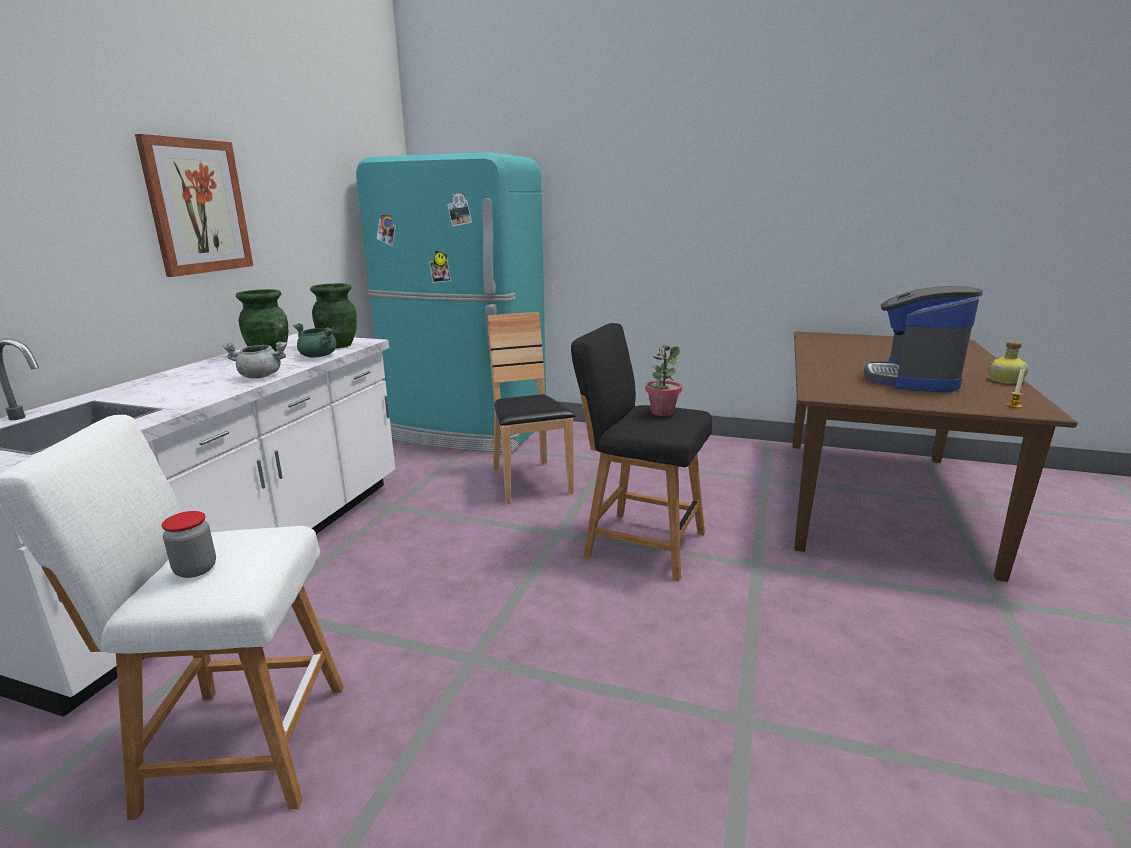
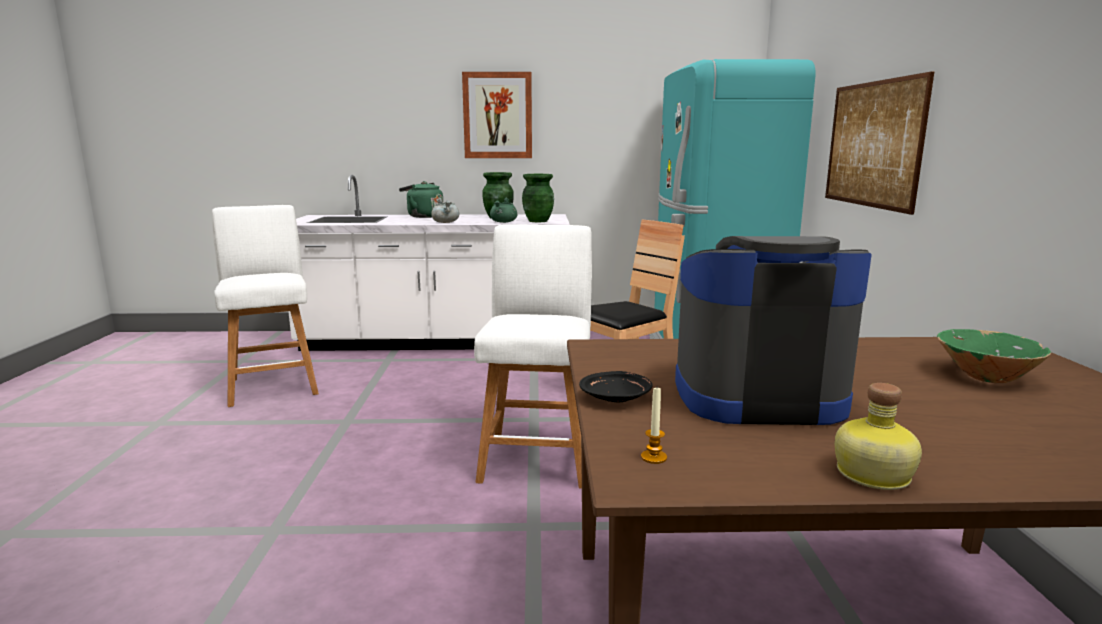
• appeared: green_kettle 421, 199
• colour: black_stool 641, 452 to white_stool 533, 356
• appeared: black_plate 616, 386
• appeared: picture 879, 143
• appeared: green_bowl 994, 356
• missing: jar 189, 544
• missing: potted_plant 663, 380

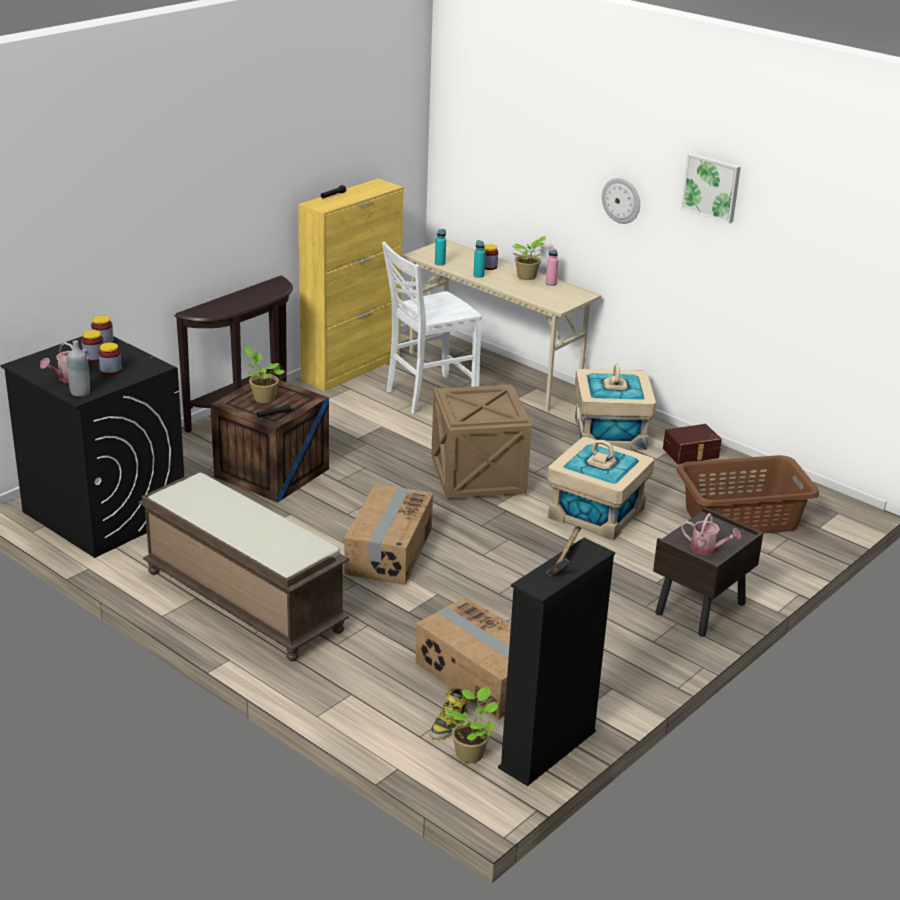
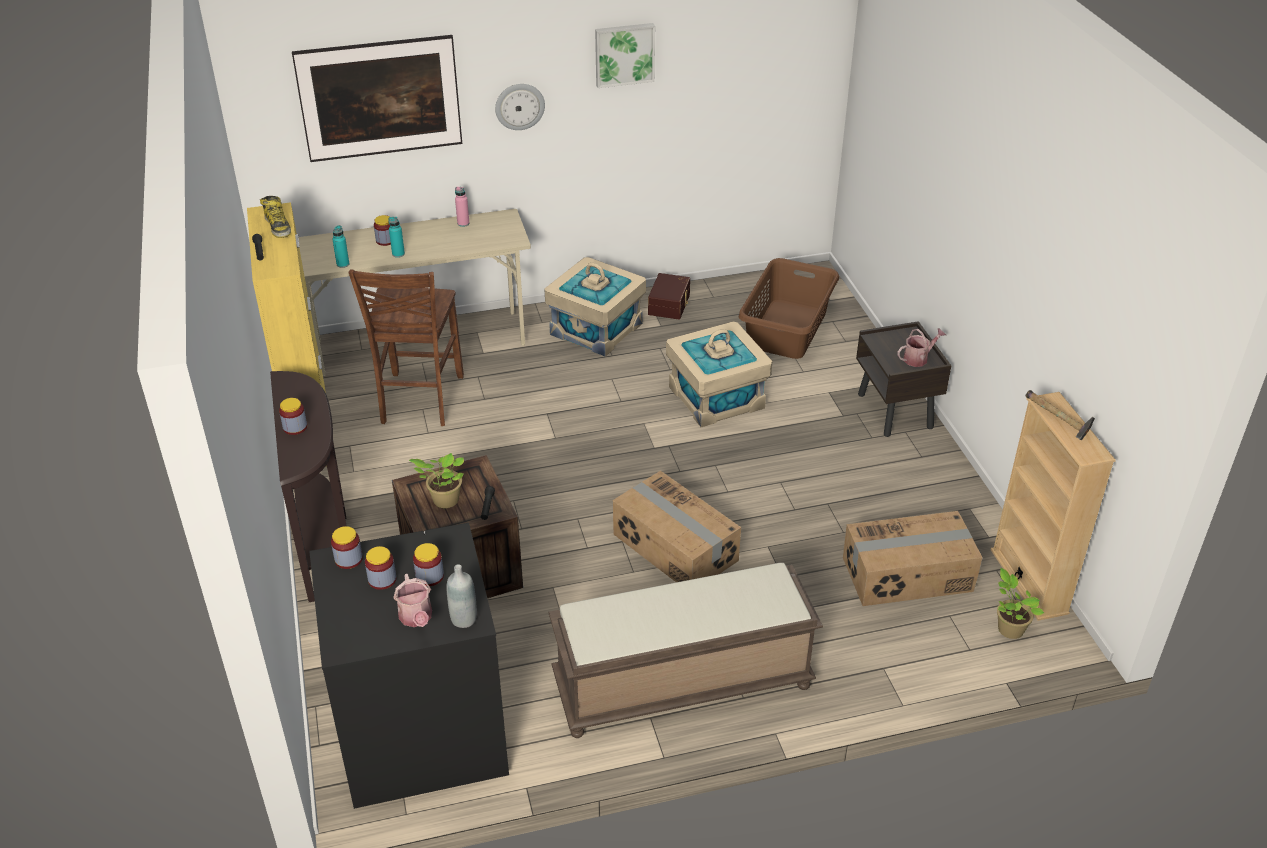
• relocated: boot 448, 714 to 275, 217
• appeared: jar 293, 416
• appeared: picture 377, 98
• colour: white_chair 432, 328 to brown_chair 406, 347
• colour: black_bookcase 556, 662 to beige_bookcase 1053, 506
• missing: crate 481, 442
• missing: potted_plant 528, 258

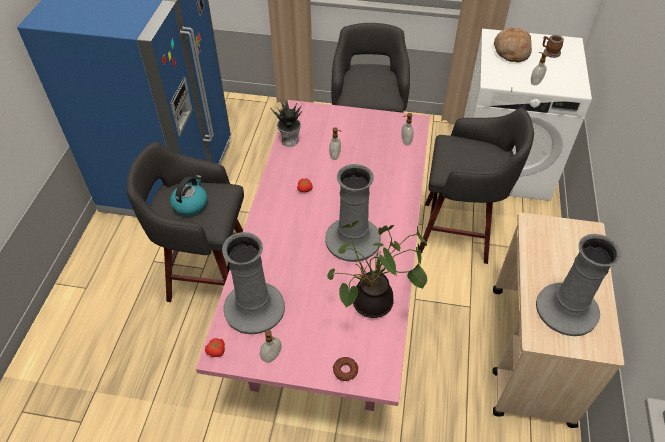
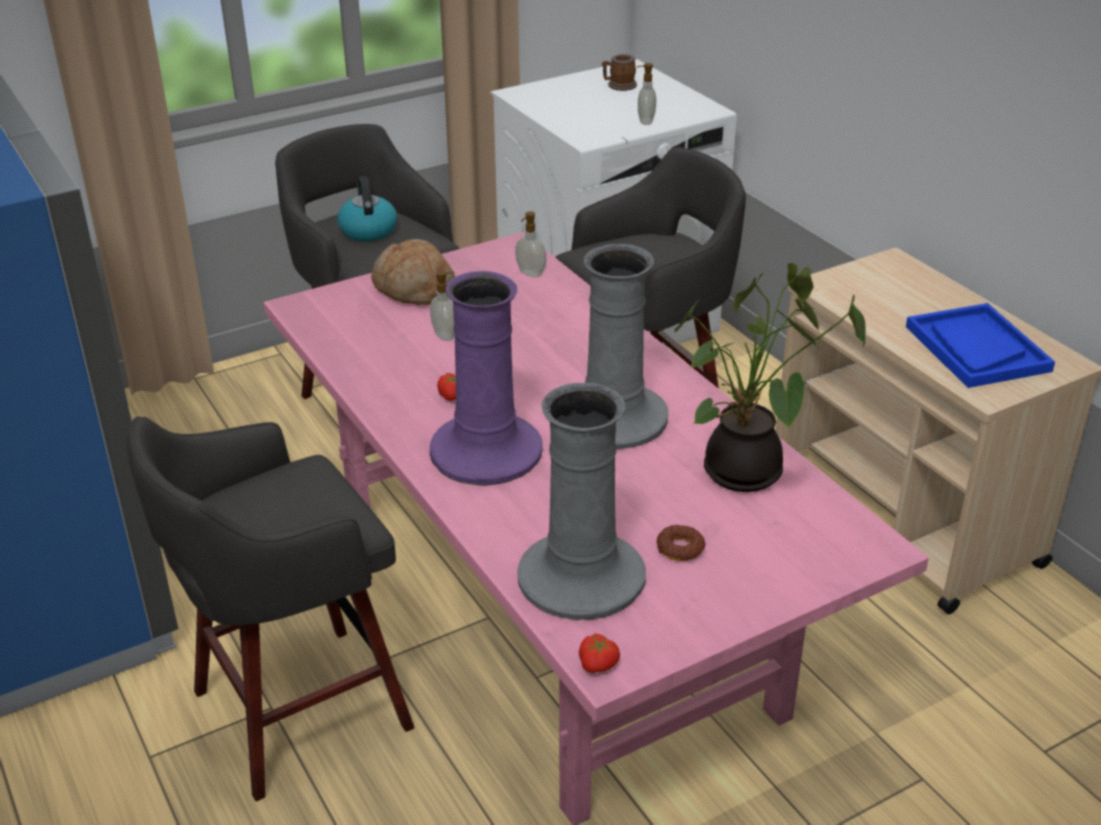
• relocated: kettle 188, 195 to 367, 208
• relocated: bread 513, 44 to 413, 272
• appeared: purple_vase 486, 378
• relocated: donut 345, 369 to 681, 543
• exchanged: grey_vase 579, 285 to blue_tray 980, 345
• missing: soap_dispenser 271, 346
• missing: potted_plant 286, 123

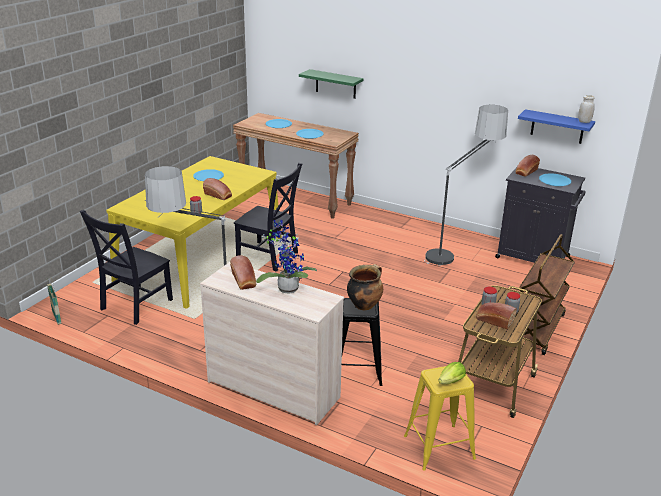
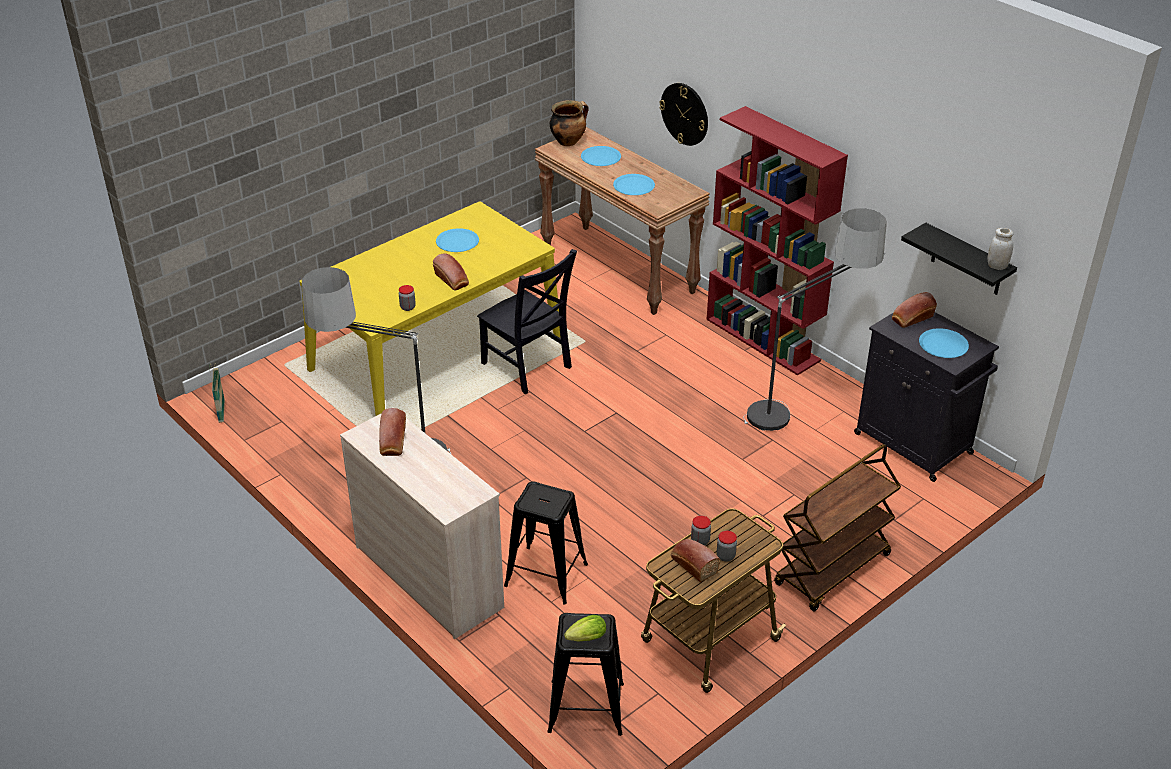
• colour: yellow_stool 440, 418 to black_stool 585, 674
• relocated: cooking_pot 365, 287 to 569, 123
• exchanged: green_shelf 331, 84 to wall_clock 683, 114
• appeared: red_bookcase 777, 241
• colour: blue_shelf 556, 126 to black_shelf 959, 259
• missing: black_chair 126, 267
• missing: potted_plant 286, 256

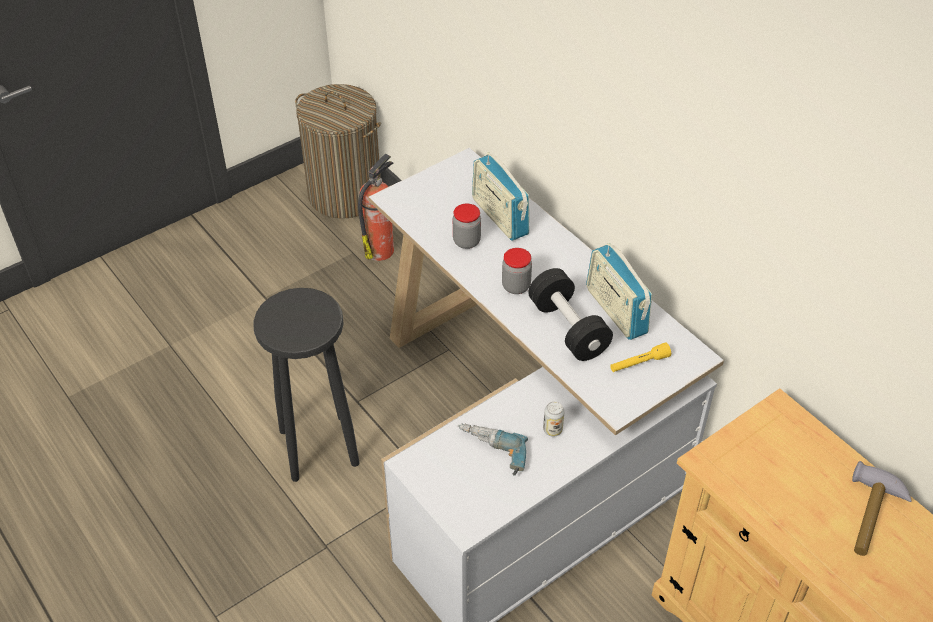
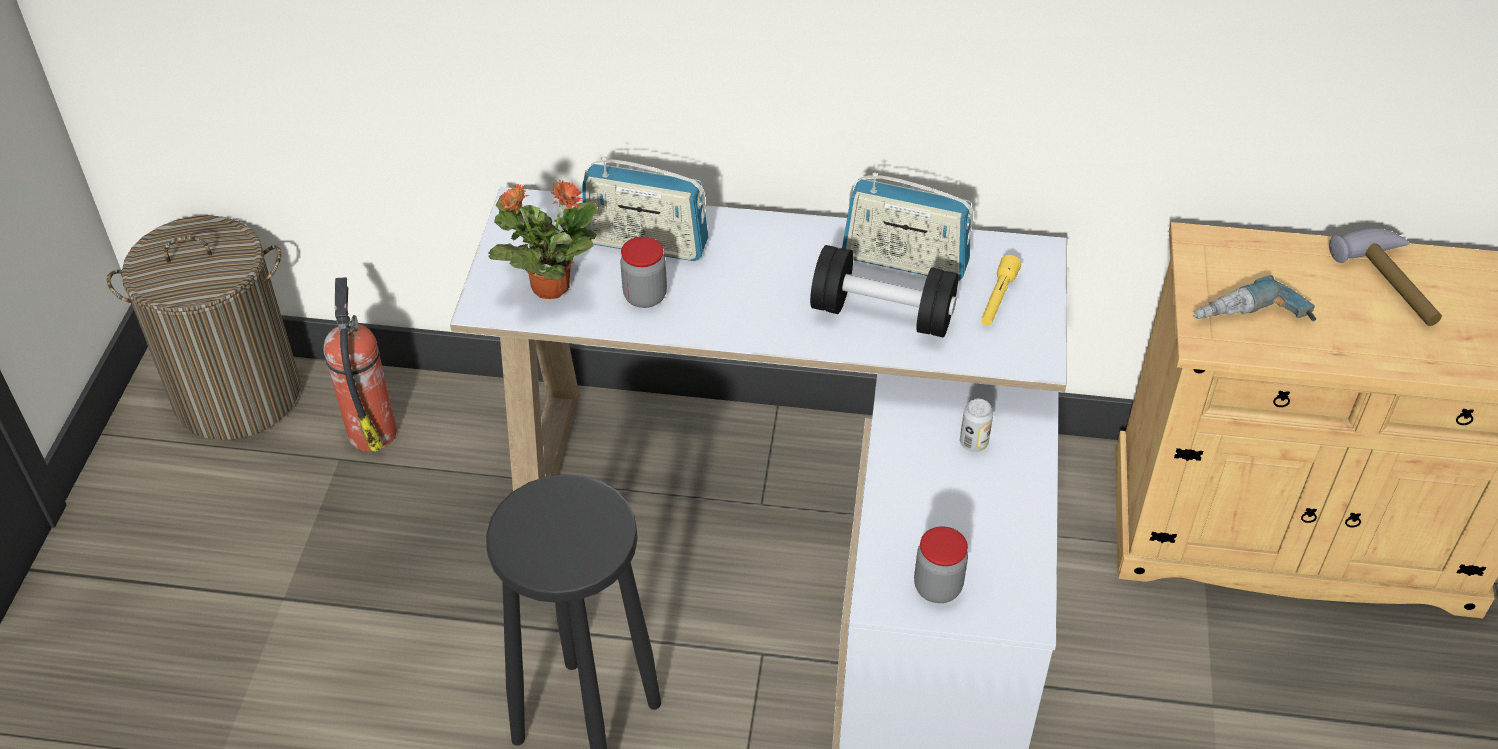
• appeared: potted_plant 543, 239
• relocated: jar 517, 271 to 941, 565
• relocated: power_drill 493, 449 to 1254, 298

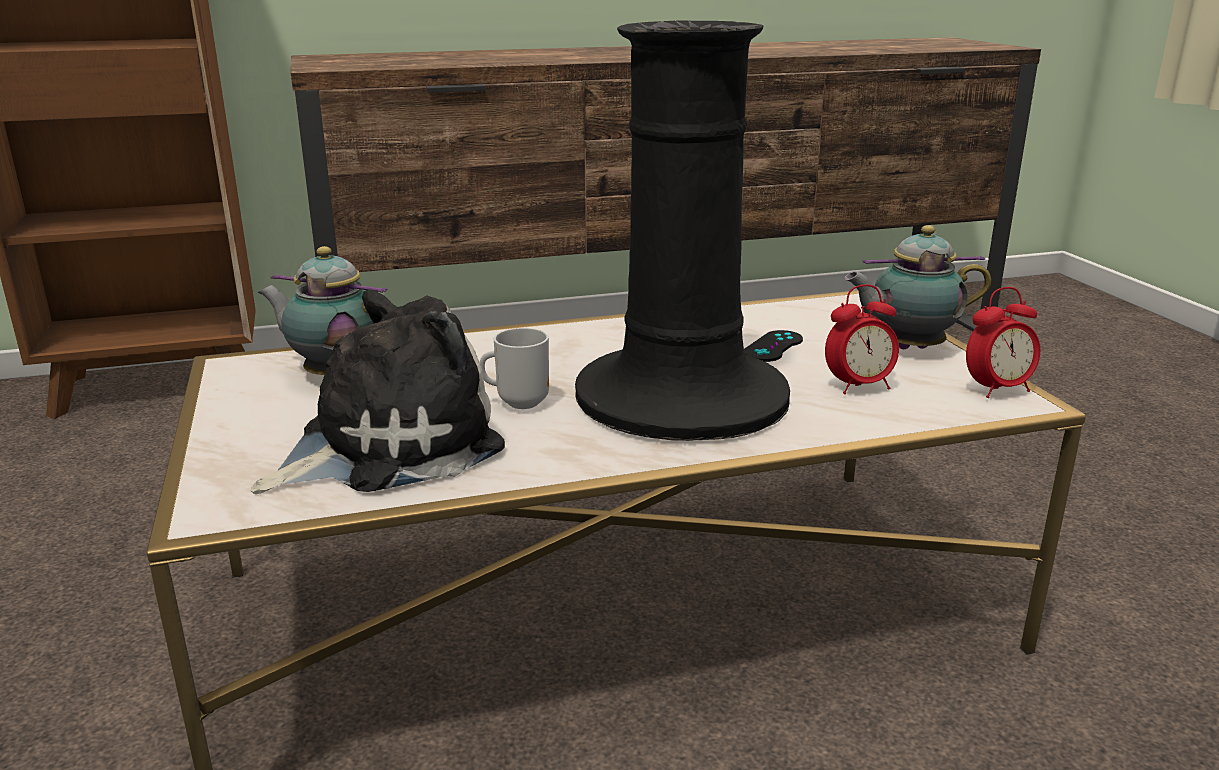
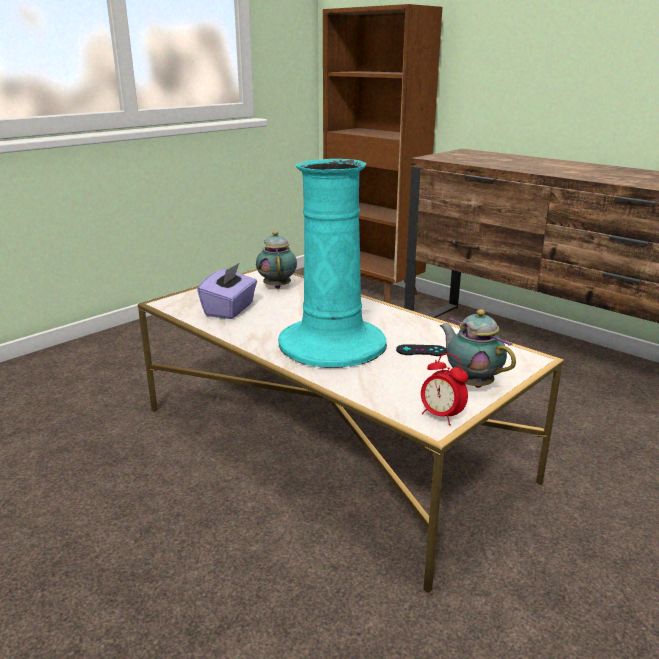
• exchanged: plush_toy 377, 391 to purple_tissue_box 227, 290
• colour: black_vase 682, 231 to turquoise_vase 332, 263
• missing: mug 514, 368
• missing: alarm_clock 862, 339

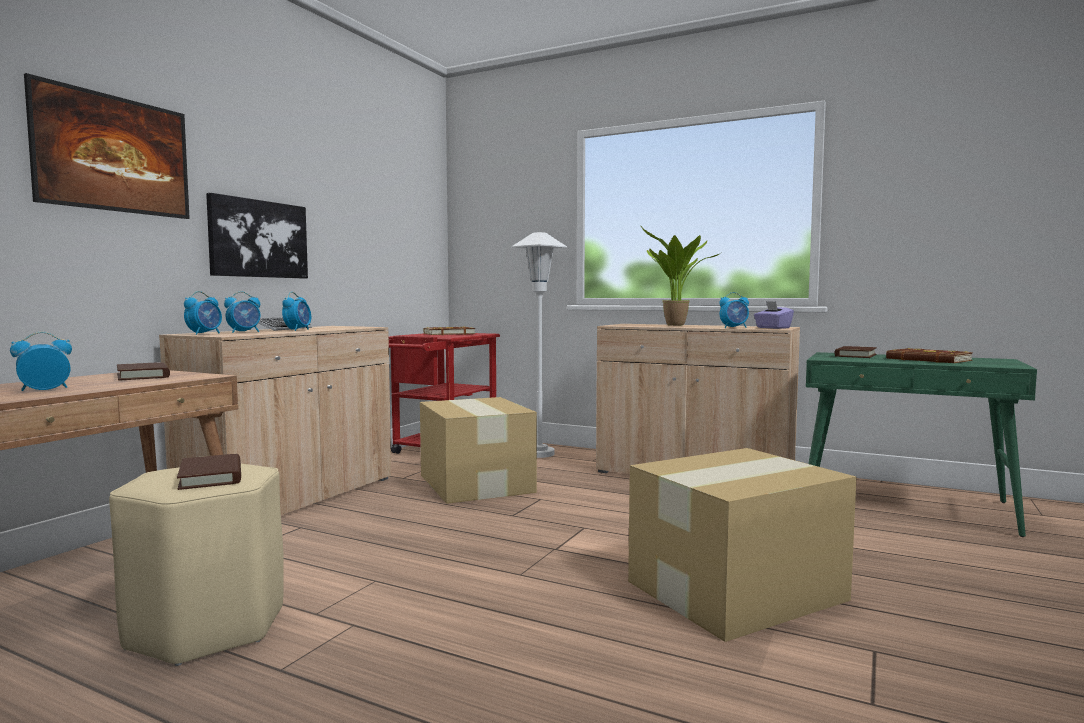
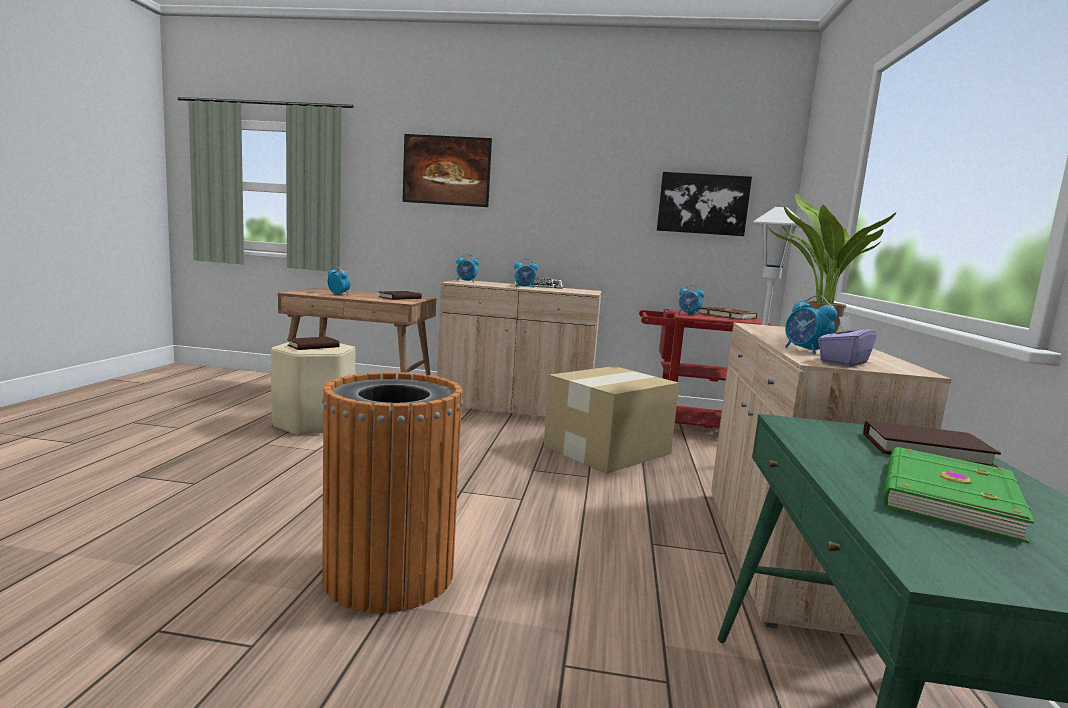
• exchanged: cardboard_box 742, 545 to orange_trash_can 392, 492
• relocated: picture 257, 236 to 704, 204
• relocated: alarm_clock 242, 312 to 691, 300
• colour: brown_book 929, 355 to green_book 959, 495

